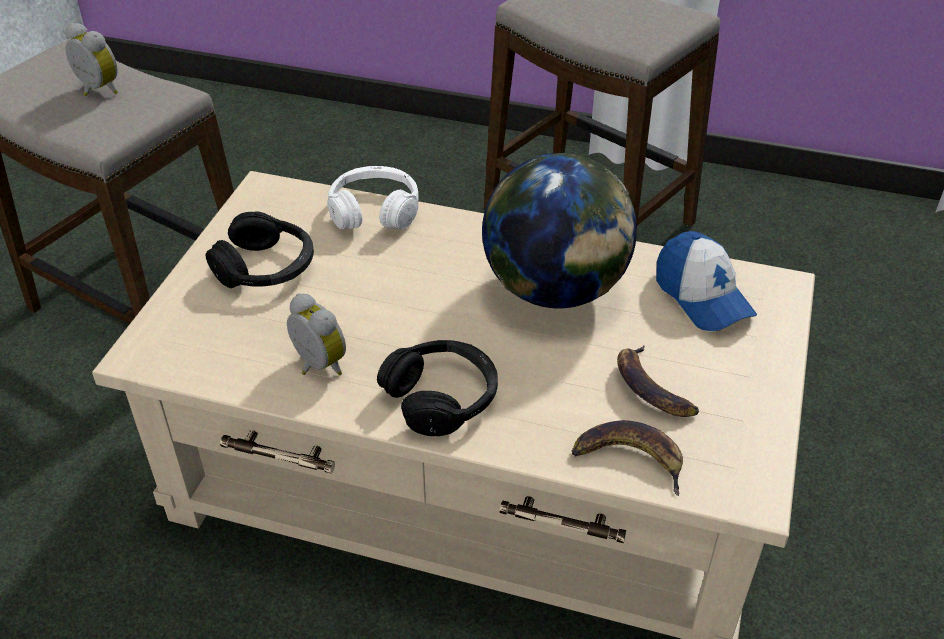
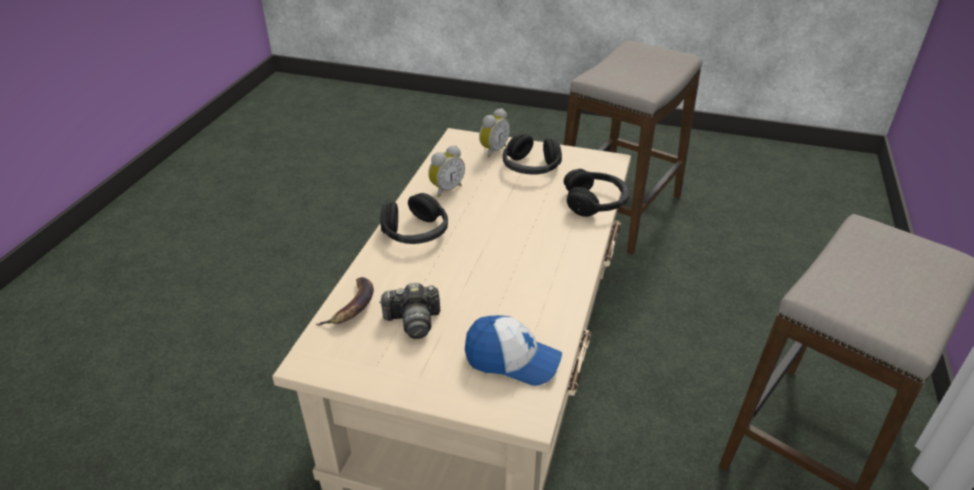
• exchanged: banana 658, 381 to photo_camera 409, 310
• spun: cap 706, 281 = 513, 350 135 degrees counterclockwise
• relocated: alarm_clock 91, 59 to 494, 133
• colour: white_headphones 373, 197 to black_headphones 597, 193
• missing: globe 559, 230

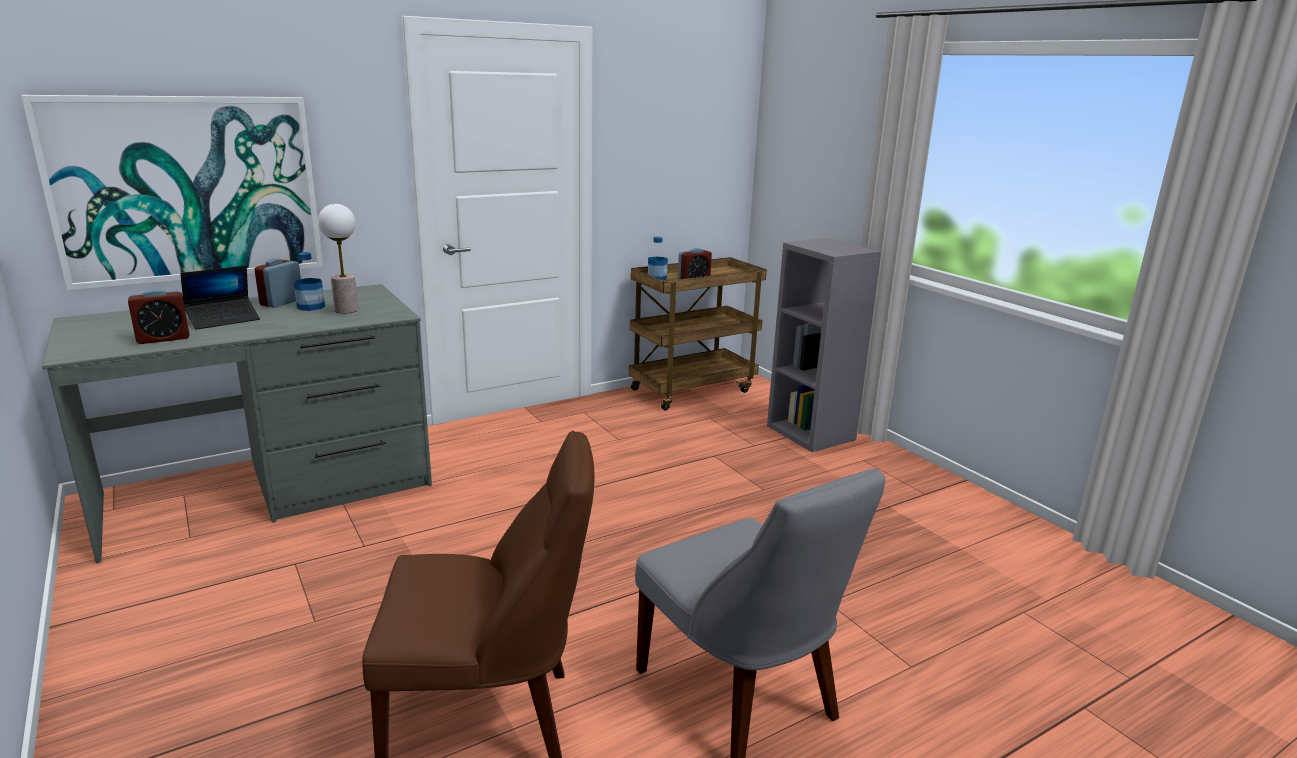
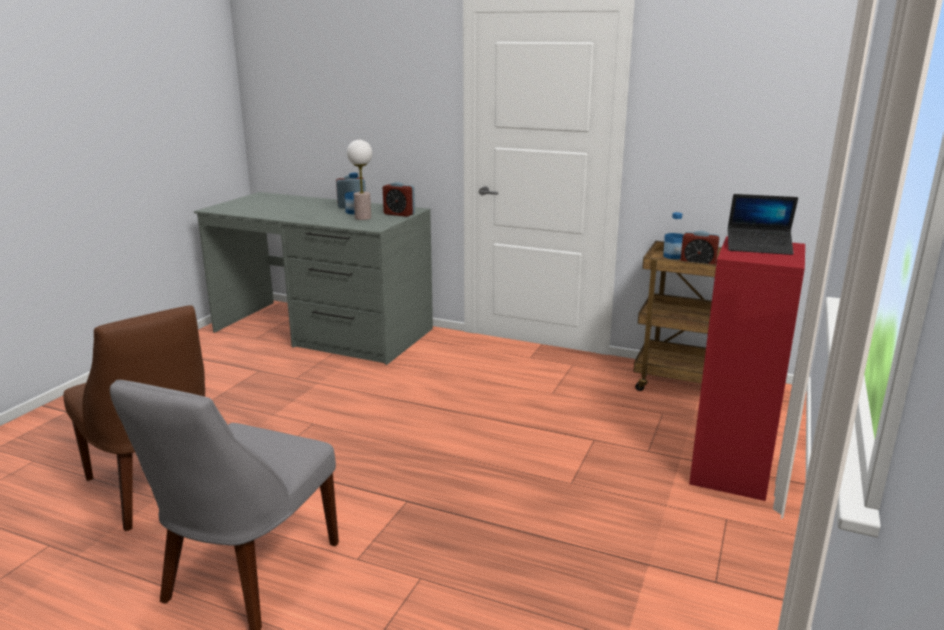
• relocated: alarm_clock 158, 316 to 399, 199
• colour: grey_bookcase 824, 345 to red_bookcase 747, 368
• relocated: laptop 220, 297 to 763, 224
• missing: picture 172, 192

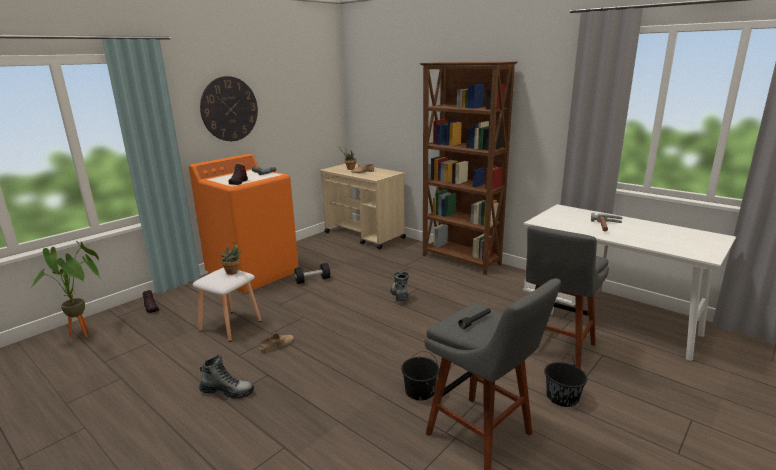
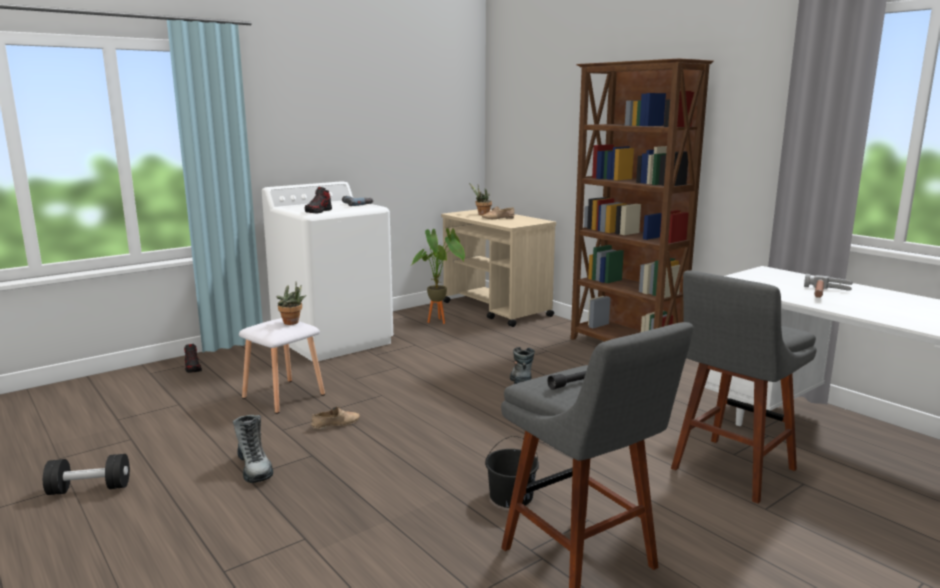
• relocated: black_dumbbell 312, 273 to 86, 474
• spun: boot 226, 377 = 253, 449 45 degrees clockwise
• colour: orange_washing_machine 243, 223 to white_washing_machine 327, 271
• relocated: potted_plant 66, 289 to 438, 276
• missing: wall_clock 229, 108
• missing: black_bucket 565, 380

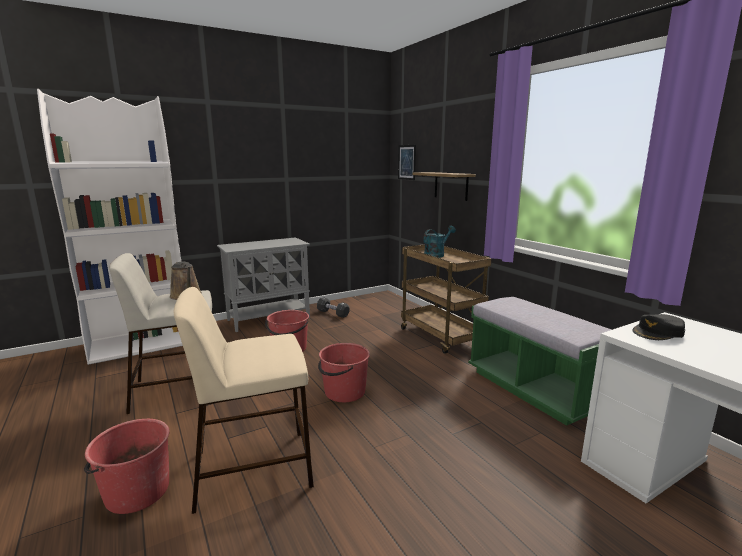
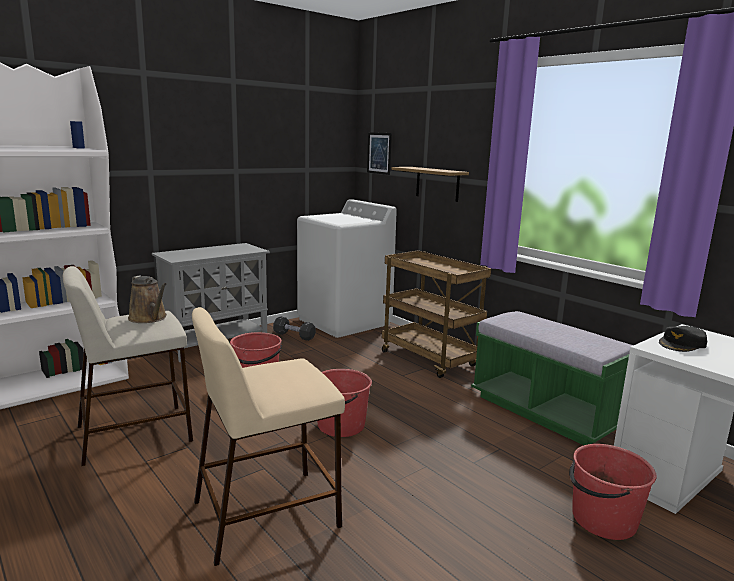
• appeared: white_washing_machine 347, 268
• relocated: red_bucket 127, 466 to 613, 492
• missing: turquoise_watering_can 440, 242

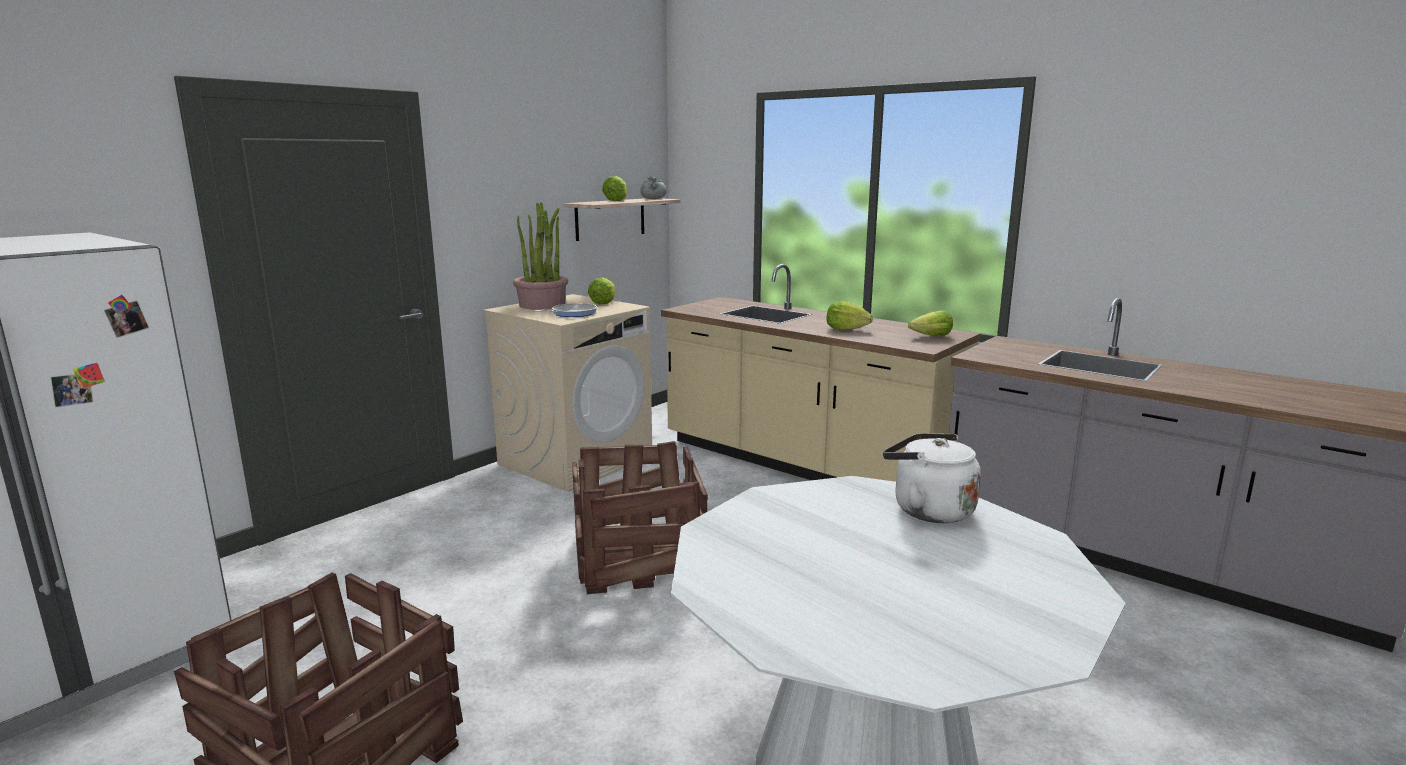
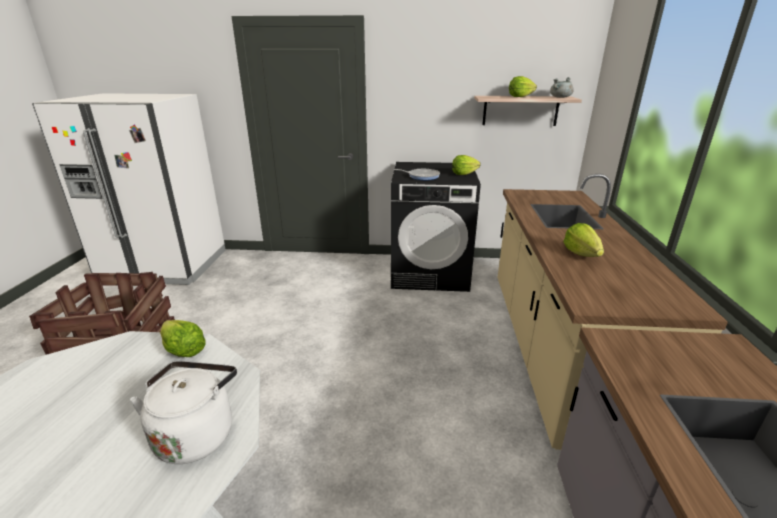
• relocated: lettuce 930, 323 to 183, 338
• colour: beige_washing_machine 567, 393 to black_washing_machine 436, 227
• missing: potted_plant 540, 255
• missing: crate 640, 517

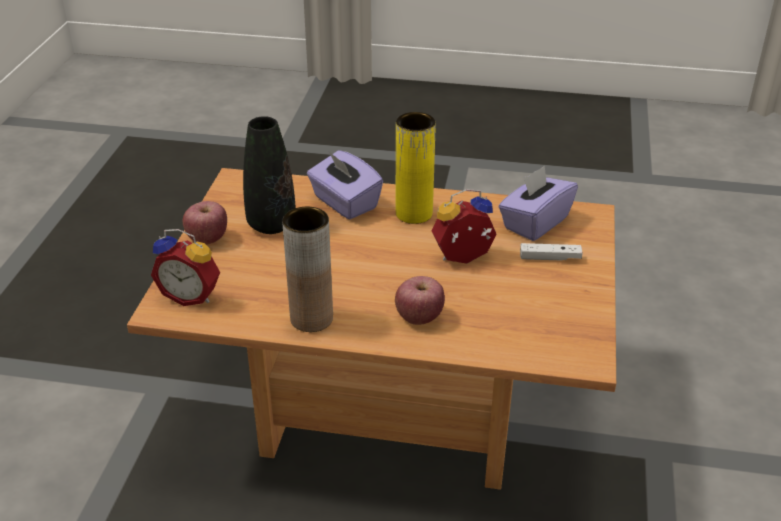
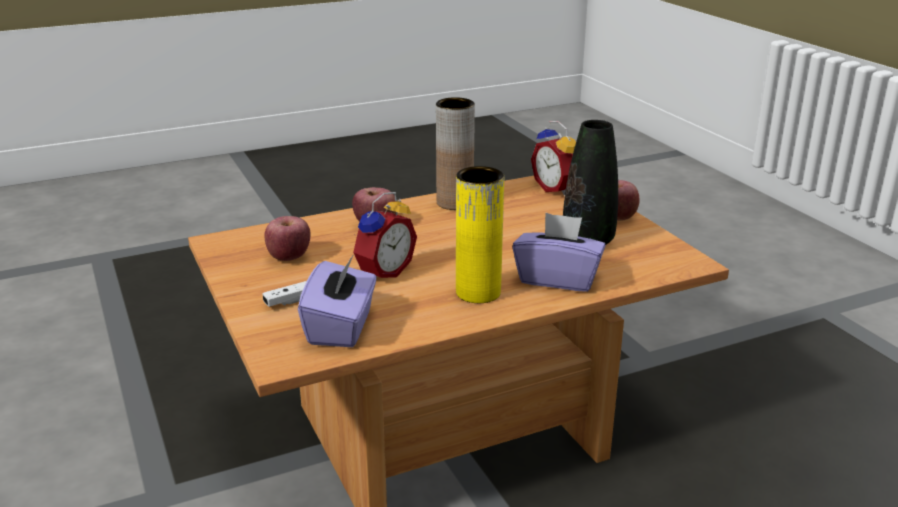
• appeared: apple 288, 238
• spun: alarm_clock 185, 267 = 553, 158 105 degrees counterclockwise

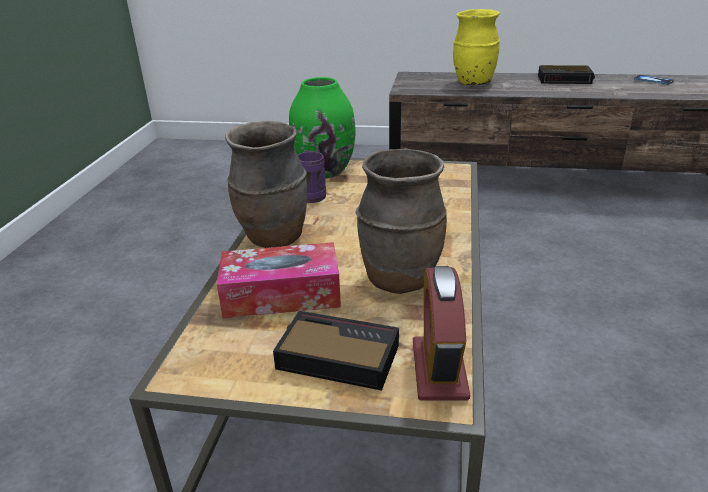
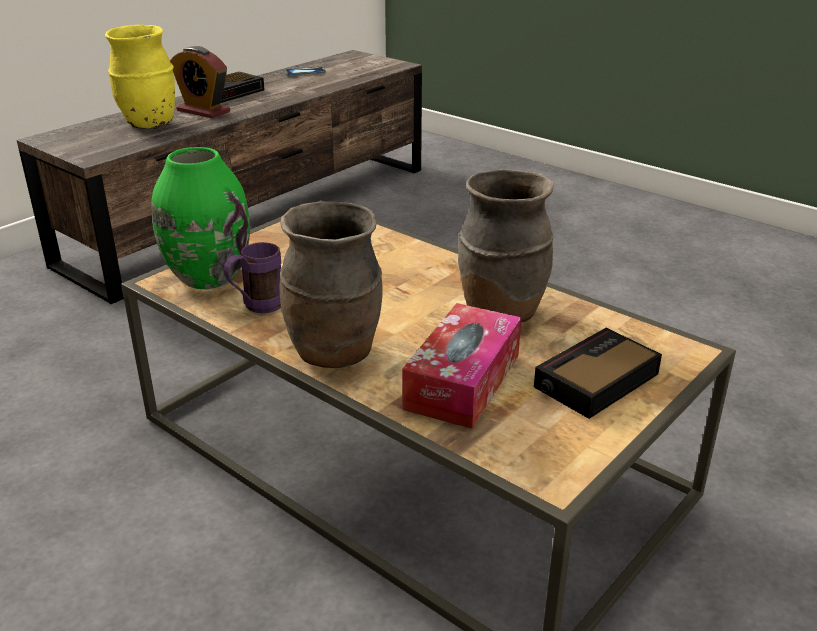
• relocated: alarm_clock 441, 333 to 200, 82

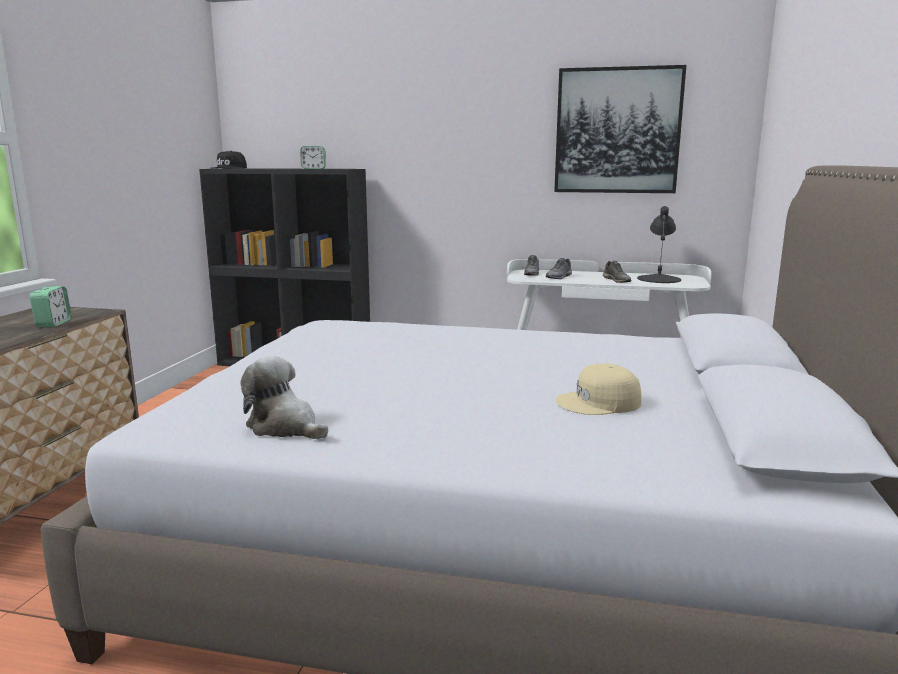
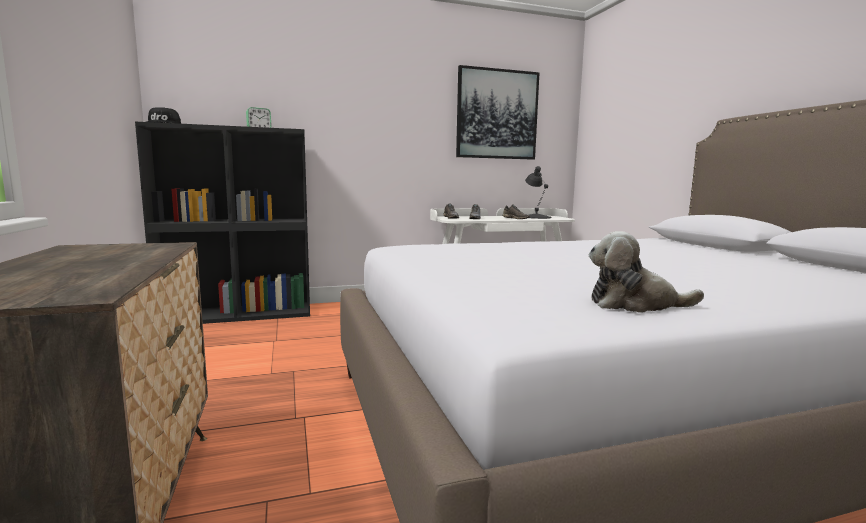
• missing: alarm_clock 50, 306
• missing: beige_cap 598, 389

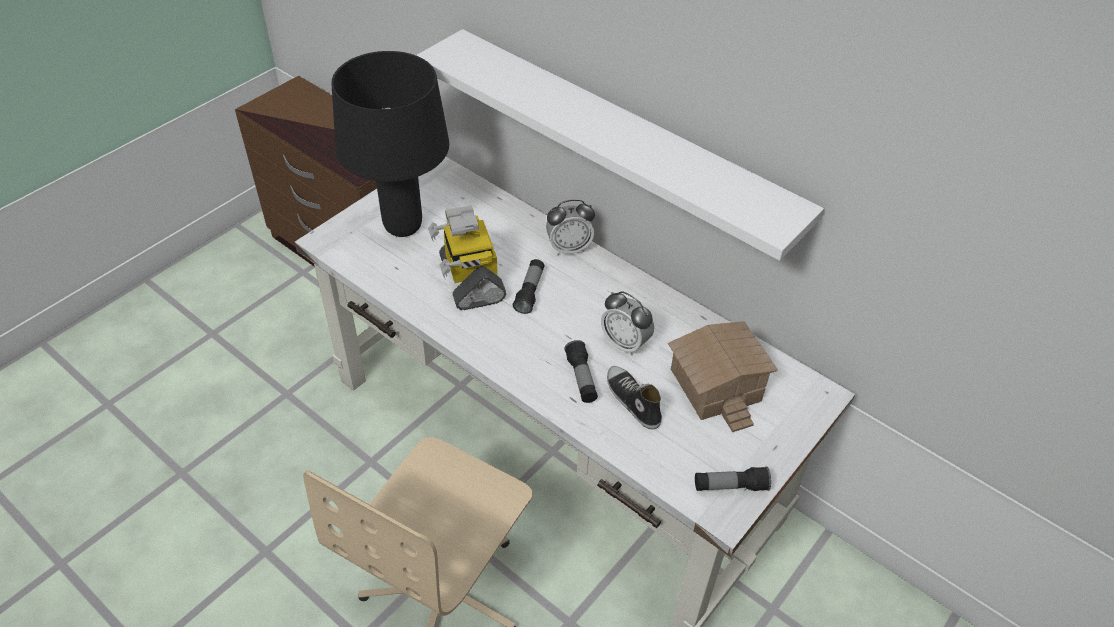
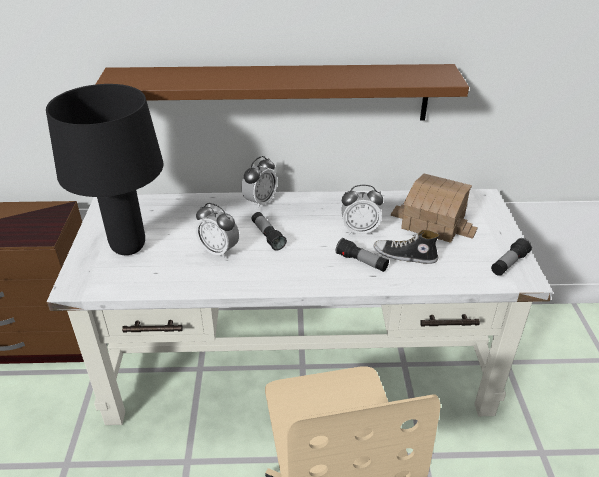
• colour: white_shelf 620, 145 to brown_shelf 282, 92
• exchanged: toy_robot 467, 258 to alarm_clock 217, 231

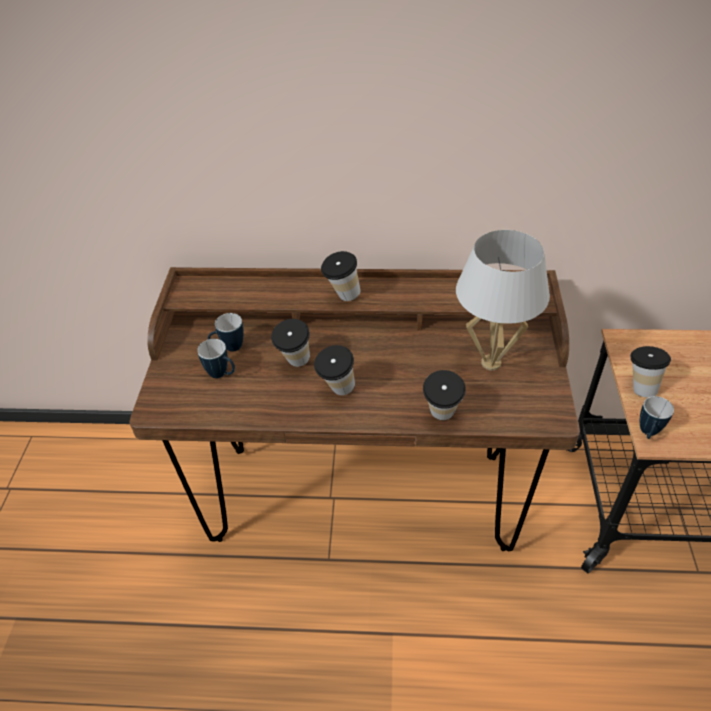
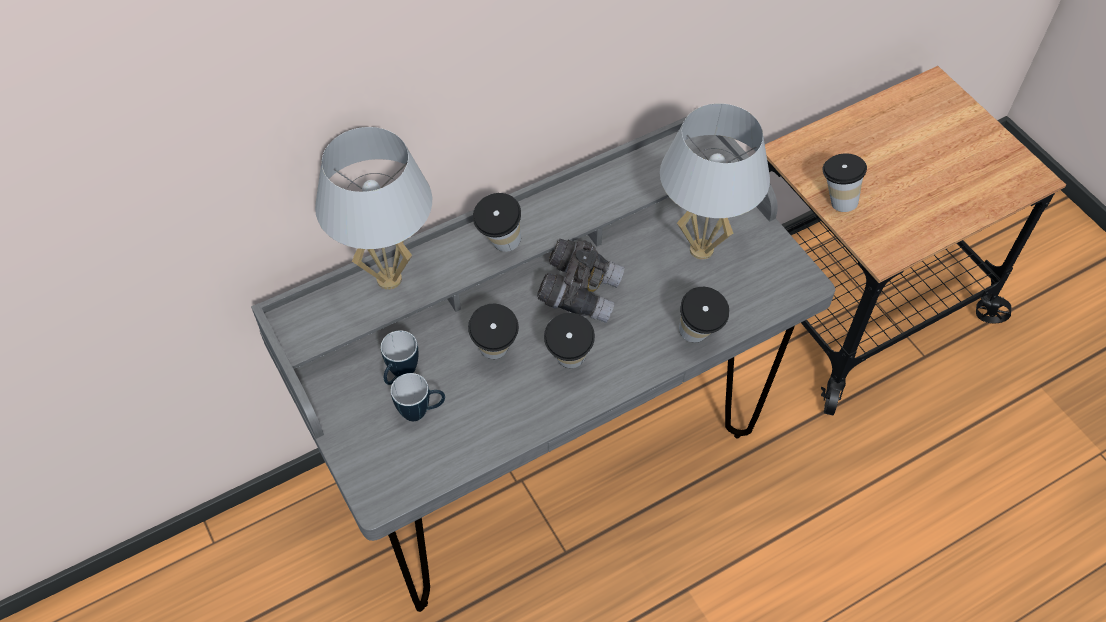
• colour: brown_desk 354, 409 to grey_desk 543, 364
• appeared: white_table_lamp 373, 208
• appeared: grey_binoculars 581, 281
• missing: mug 657, 417

